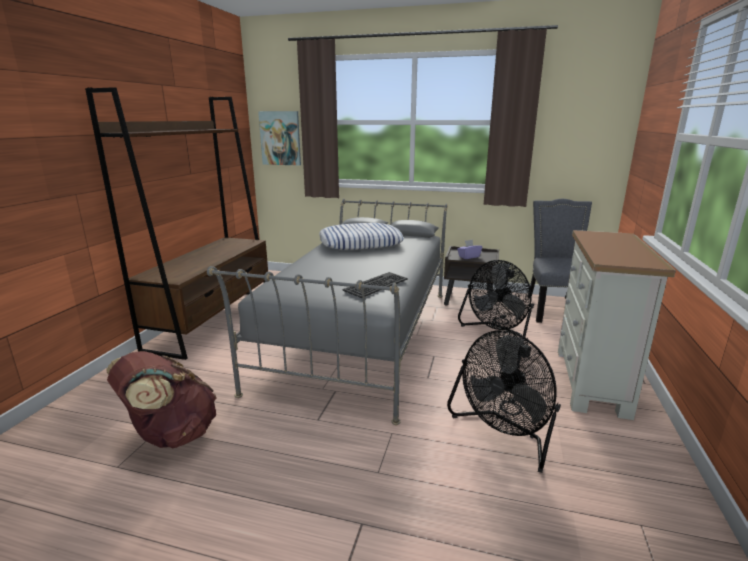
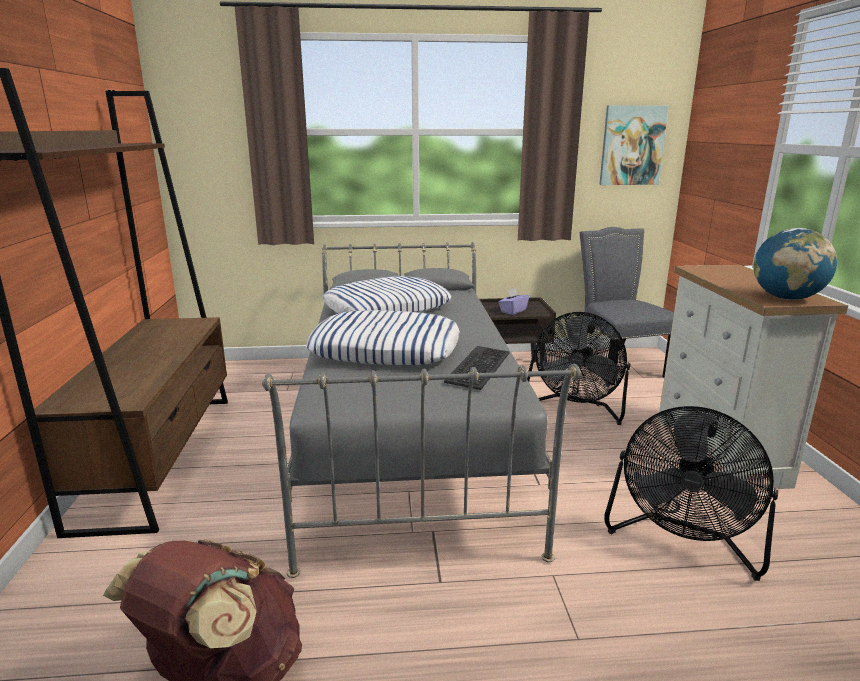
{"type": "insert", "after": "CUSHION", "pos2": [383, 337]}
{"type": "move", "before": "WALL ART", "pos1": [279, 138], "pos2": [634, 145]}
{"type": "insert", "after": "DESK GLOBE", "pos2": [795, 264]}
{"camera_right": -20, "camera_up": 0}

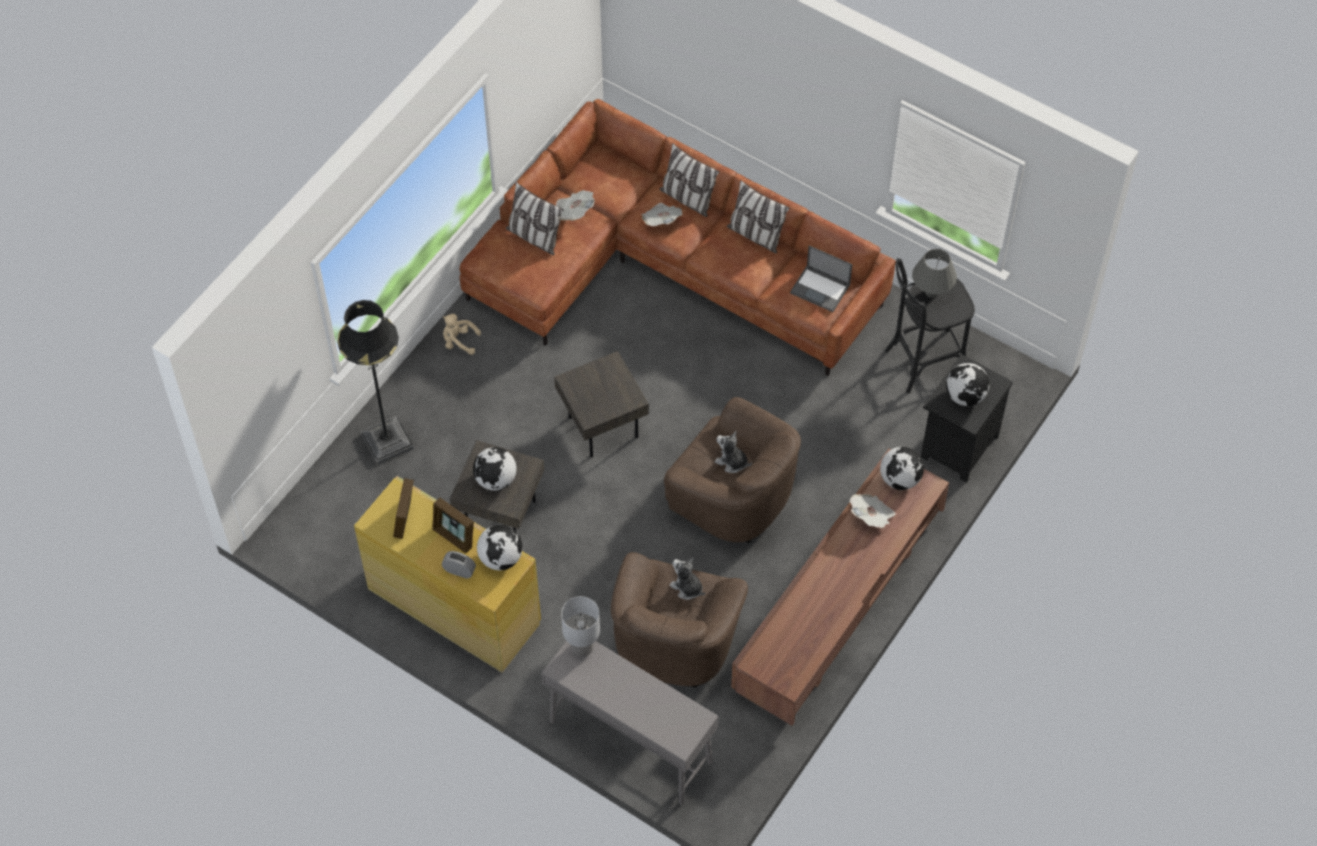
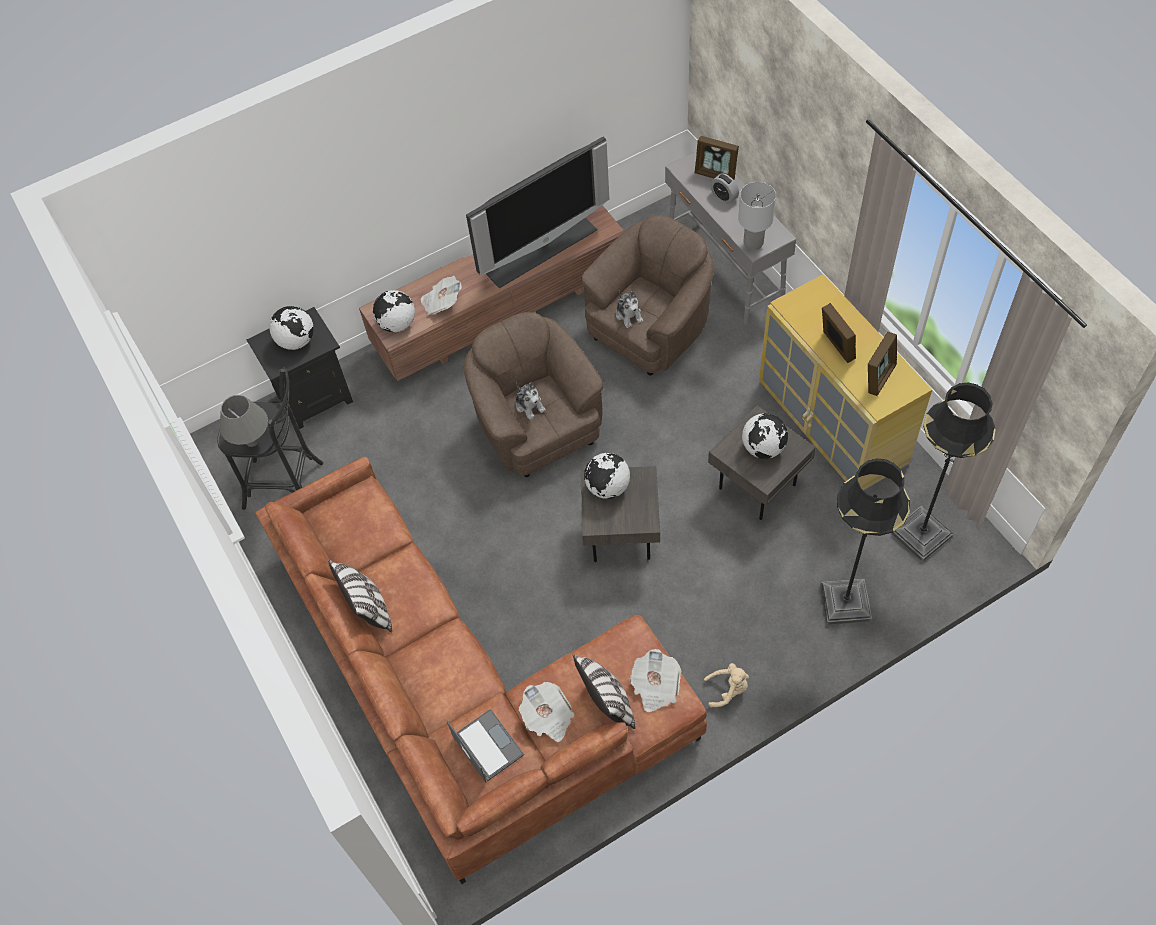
{"type": "move", "before": "PORTABLE COMPUTER", "pos1": [821, 278], "pos2": [485, 746]}
{"type": "insert", "after": "TV SET", "pos2": [537, 212]}
{"type": "move", "before": "DESK GLOBE", "pos1": [500, 548], "pos2": [607, 476]}
{"type": "move", "before": "PRINTED PAPER", "pos1": [661, 214], "pos2": [655, 680]}
{"type": "insert", "after": "PHOTO FRAME", "pos2": [717, 158]}
{"type": "rotate", "before": "SAND-COLOURED PLUSH TOY", "pos1": [462, 334], "pos2": [726, 685], "turn": -45}
{"type": "move", "before": "ALARM CLOCK", "pos1": [459, 565], "pos2": [724, 188]}
{"type": "insert", "after": "BLACK FLOOR LAMP", "pos2": [943, 472]}
{"type": "delete", "before": "CUSHION", "pos1": [689, 180]}
{"camera_right": -150, "camera_up": 0}

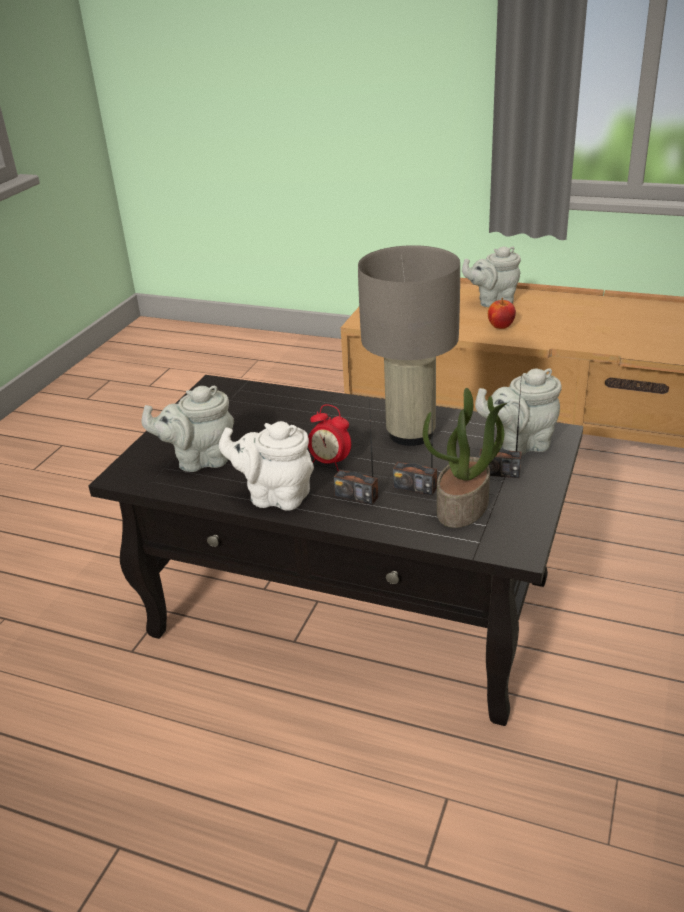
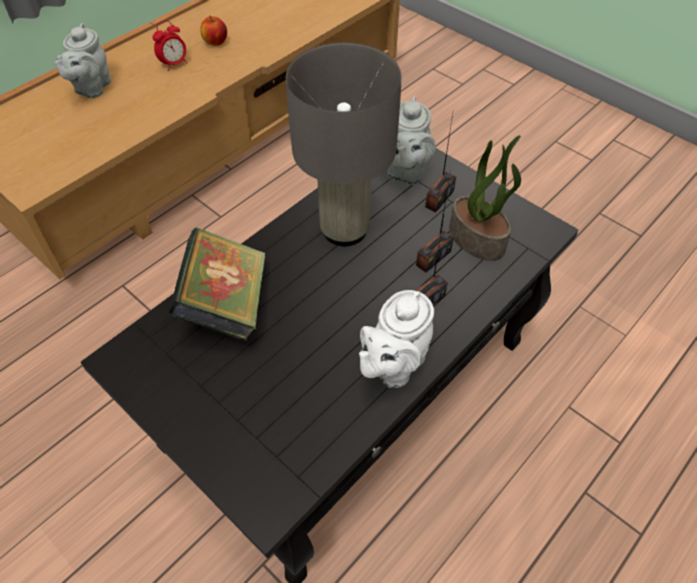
{"type": "move", "before": "ALARM CLOCK", "pos1": [329, 437], "pos2": [169, 45]}
{"type": "insert", "after": "VOLUME", "pos2": [216, 284]}
{"type": "move", "before": "APPLE FRUIT", "pos1": [502, 313], "pos2": [213, 31]}
{"type": "delete", "before": "GRAY TEAPOT", "pos1": [188, 429]}
{"camera_right": -70, "camera_up": 20}

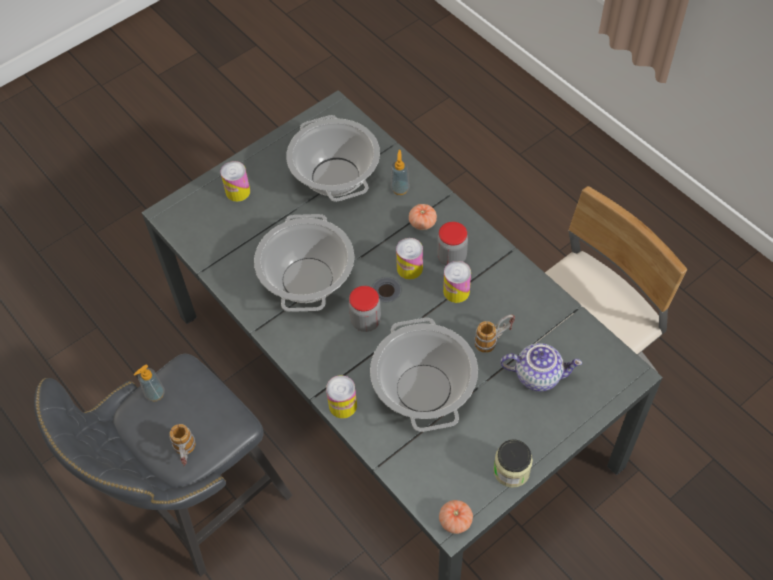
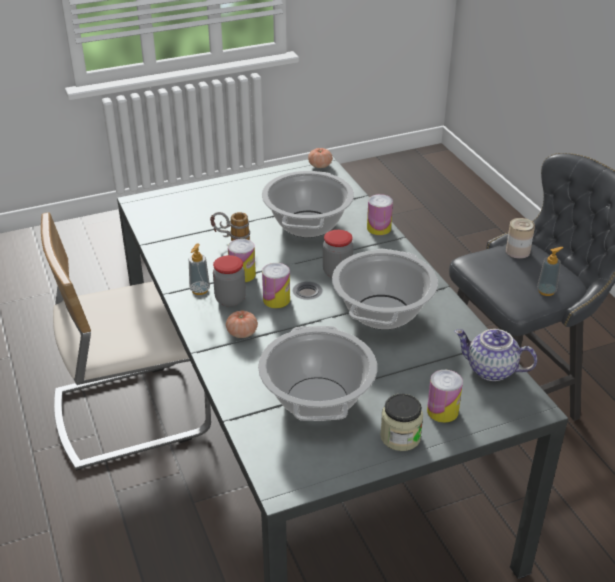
{"type": "move", "before": "LIQUID SOAP BOTTLE", "pos1": [400, 172], "pos2": [199, 269]}
{"type": "move", "before": "PRESERVE JAR", "pos1": [513, 463], "pos2": [401, 422]}
{"type": "move", "before": "TEAPOT", "pos1": [541, 367], "pos2": [495, 355]}
{"type": "replace", "before": "COFFEE MUG", "after": "CAN", "pos1": [182, 445], "pos2": [520, 238]}
{"camera_right": -165, "camera_up": -20}

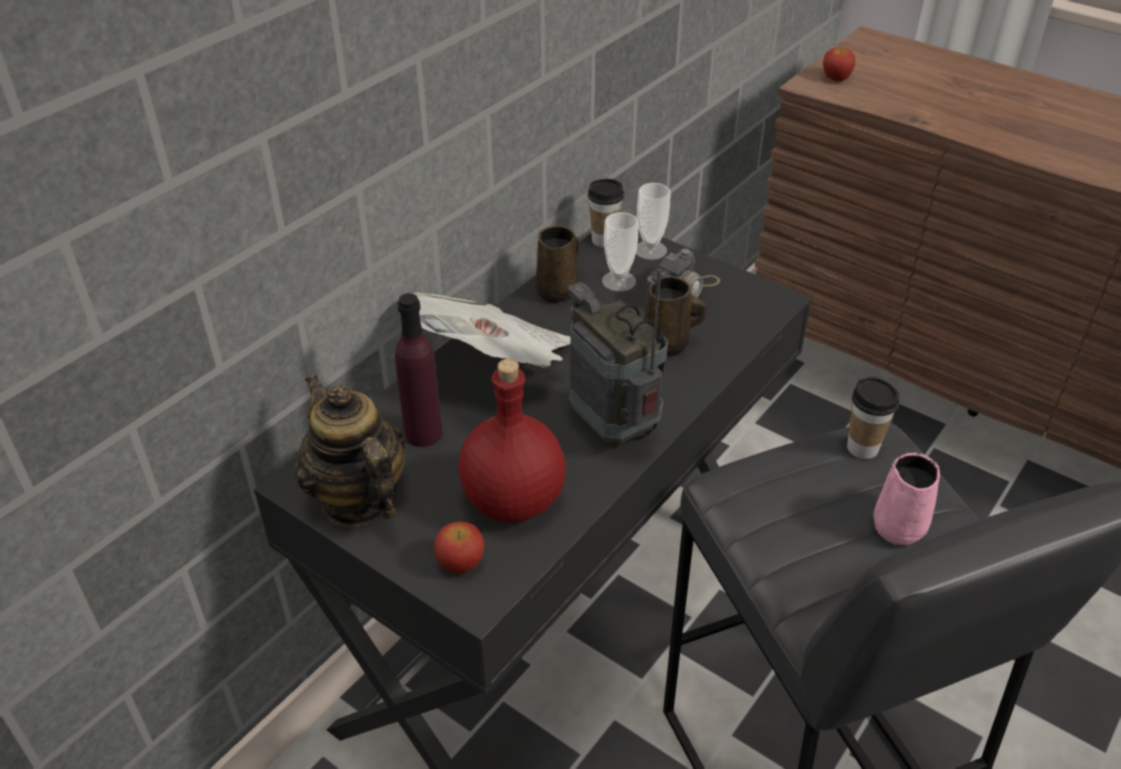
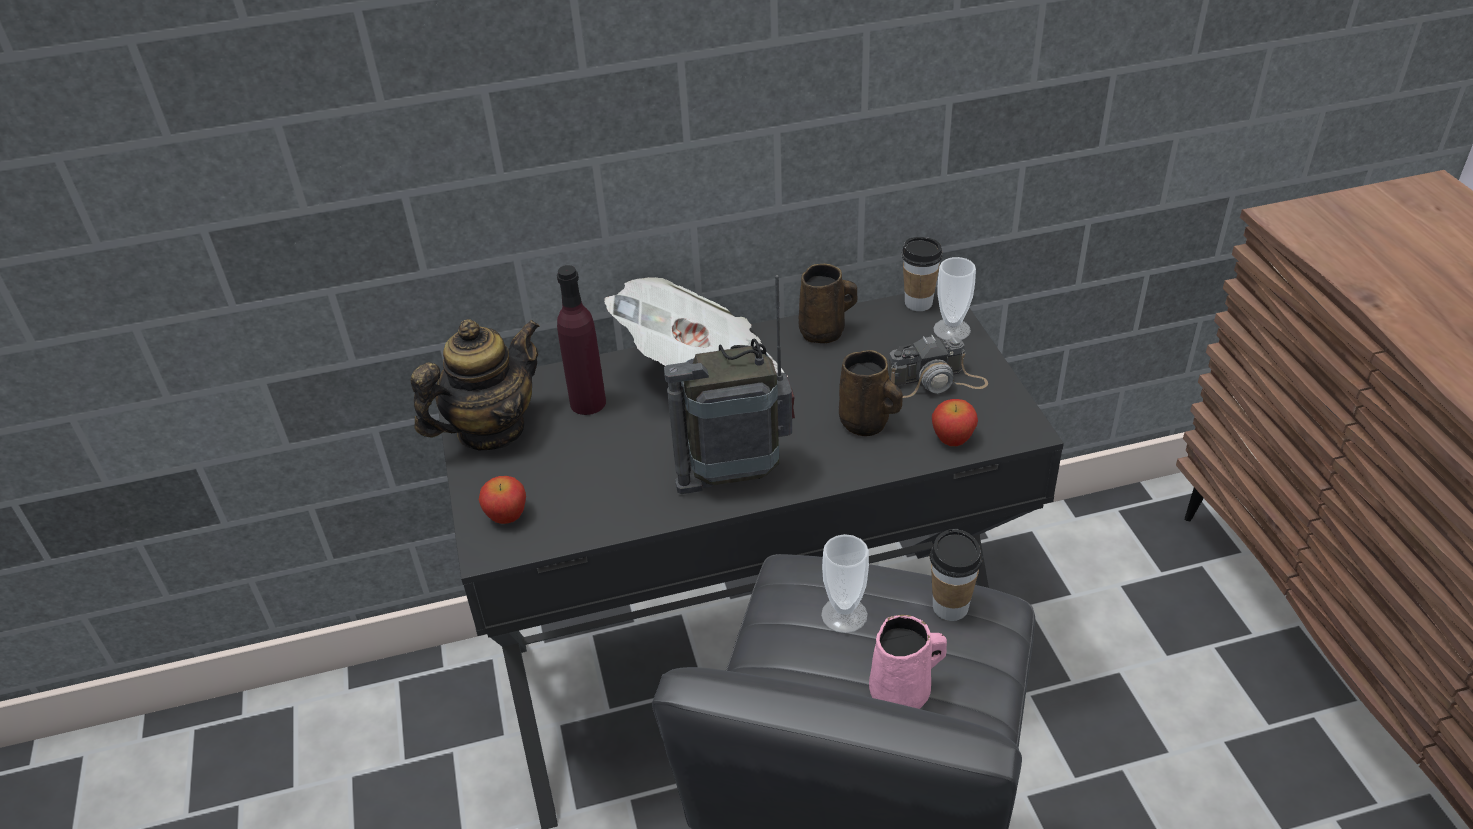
{"type": "rotate", "before": "TEAPOT", "pos1": [350, 450], "pos2": [475, 384], "turn": 45}
{"type": "rotate", "before": "RADIO SET", "pos1": [617, 357], "pos2": [729, 384], "turn": -105}
{"type": "move", "before": "DRINKING CUP", "pos1": [620, 252], "pos2": [845, 583]}
{"type": "move", "before": "APPLE FRUIT", "pos1": [839, 64], "pos2": [955, 422]}
{"type": "delete", "before": "RED BOTTLE", "pos1": [512, 441]}
{"camera_right": 40, "camera_up": 0}

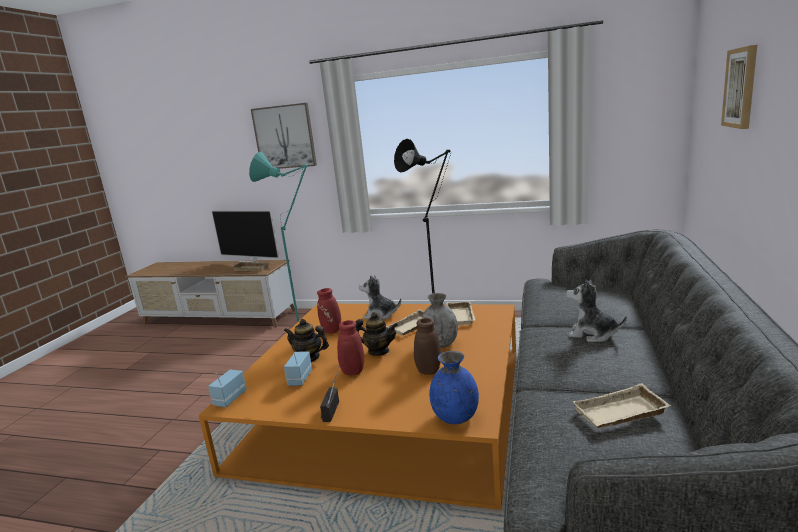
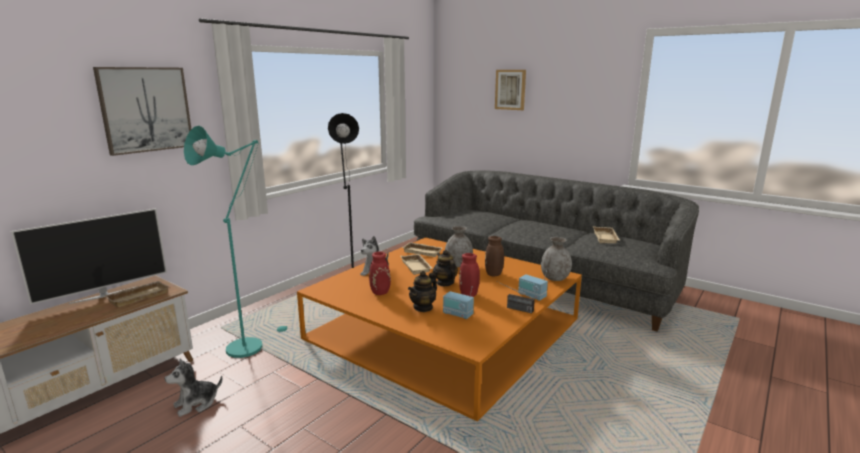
{"type": "move", "before": "PLUSH TOY", "pos1": [596, 310], "pos2": [193, 388]}
{"type": "rotate", "before": "TEAPOT", "pos1": [376, 334], "pos2": [445, 268], "turn": -60}
{"type": "move", "before": "RADIO SET", "pos1": [227, 388], "pos2": [533, 285]}
{"type": "recolor", "before": "BLUISH VASE", "after": "GRAY VASE", "pos1": [454, 387], "pos2": [556, 259]}
{"camera_right": -70, "camera_up": 0}

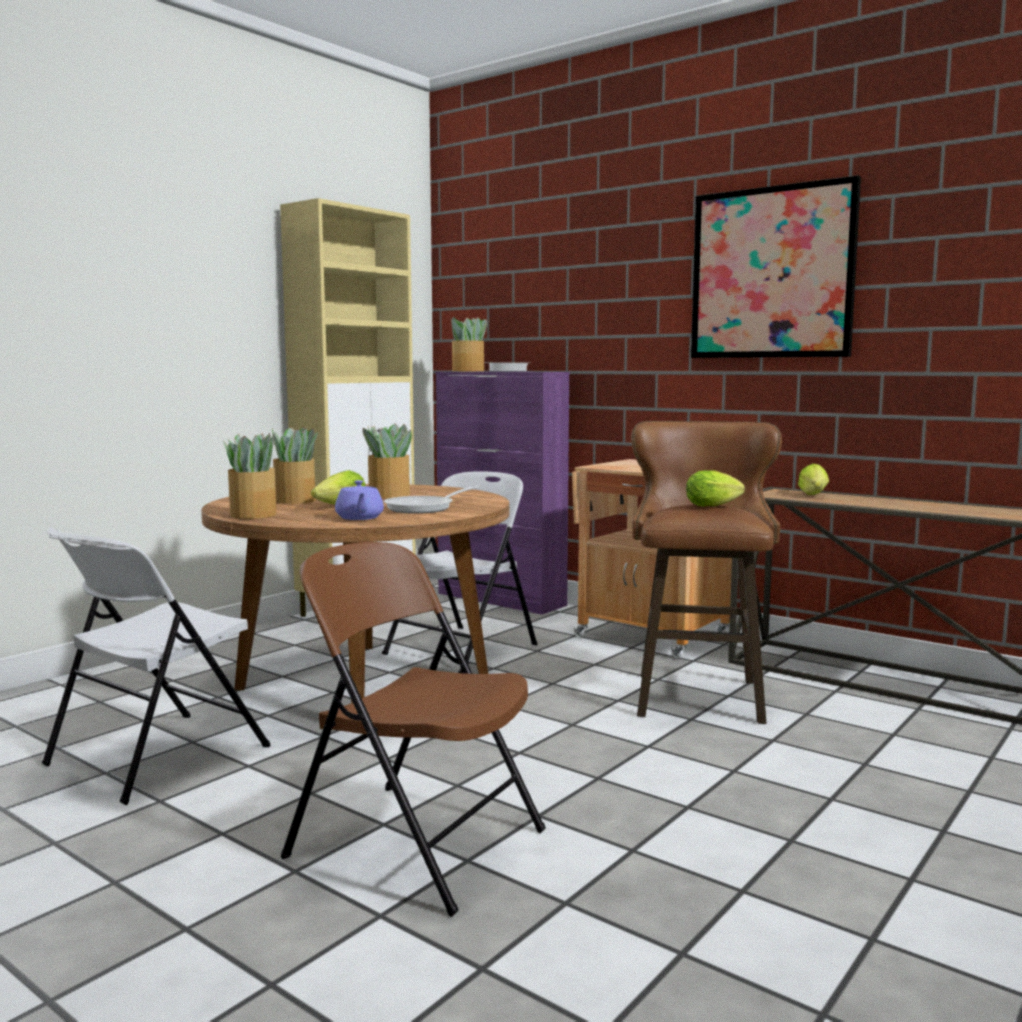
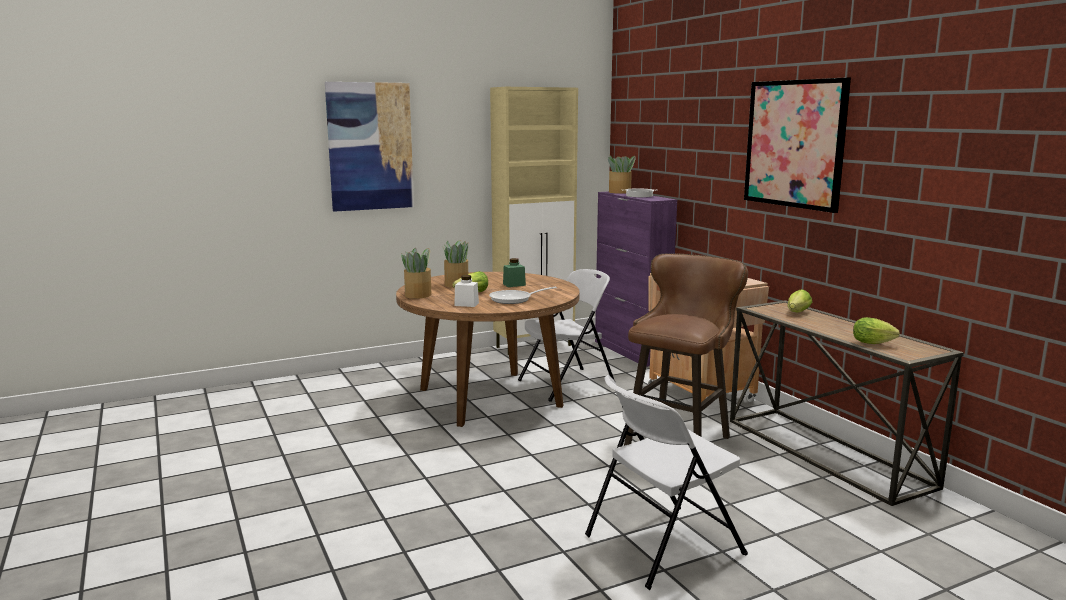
{"type": "insert", "after": "WALL ART", "pos2": [369, 147]}
{"type": "replace", "before": "PURPLISH TEAPOT", "after": "WHITE-COLOURED PRESERVE JAR", "pos1": [359, 500], "pos2": [466, 291]}
{"type": "replace", "before": "PLANT IN A POT", "after": "GREENISH PRESERVE JAR", "pos1": [387, 460], "pos2": [514, 272]}
{"type": "move", "before": "WHITE-COLOURED CHAIR", "pos1": [156, 666], "pos2": [666, 482]}
{"type": "move", "before": "LETTUCE HEAD", "pos1": [715, 488], "pos2": [876, 330]}
{"type": "delete", "before": "BROWN CHAIR", "pos1": [413, 729]}
{"camera_right": 25, "camera_up": 5}

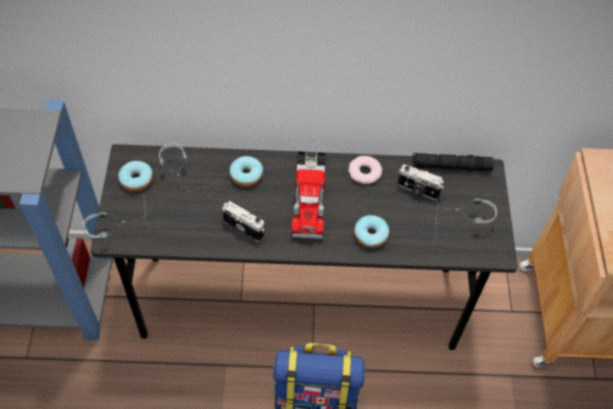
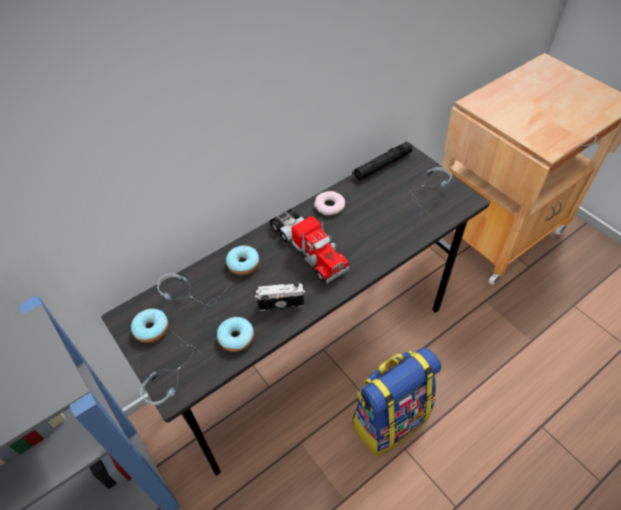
{"type": "move", "before": "DOUGHNUT", "pos1": [371, 231], "pos2": [235, 334]}
{"type": "delete", "before": "PHOTO CAMERA", "pos1": [421, 182]}
{"camera_right": -35, "camera_up": -5}

